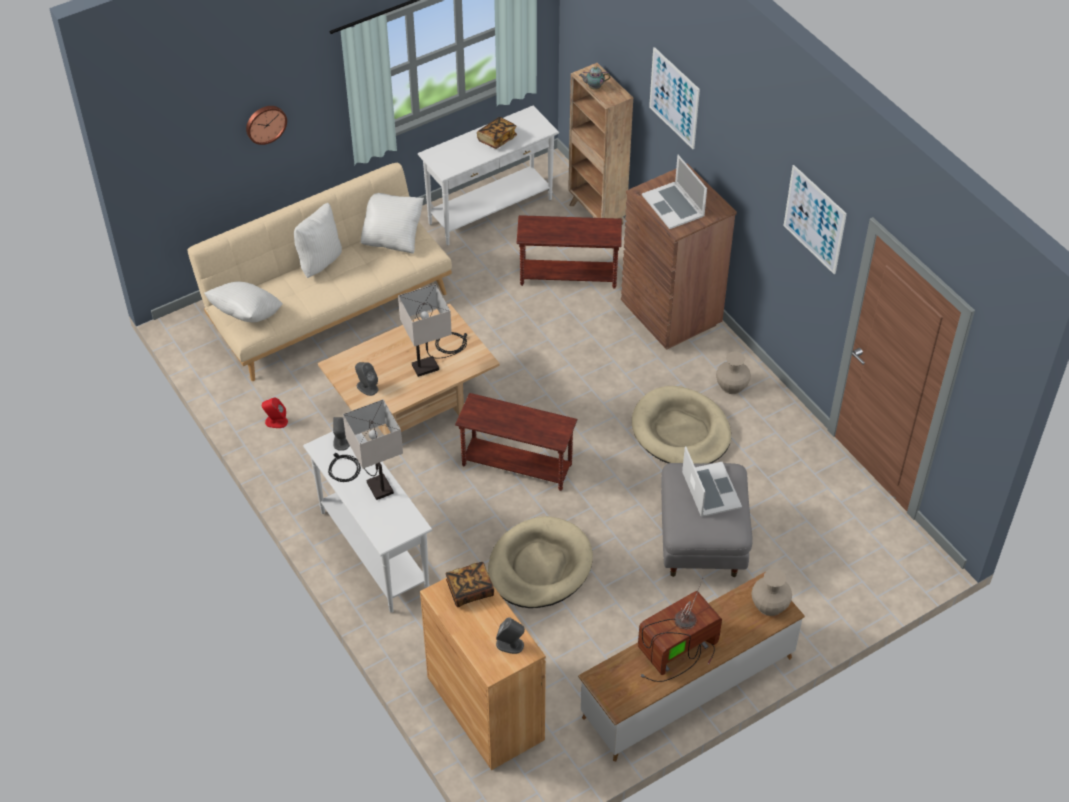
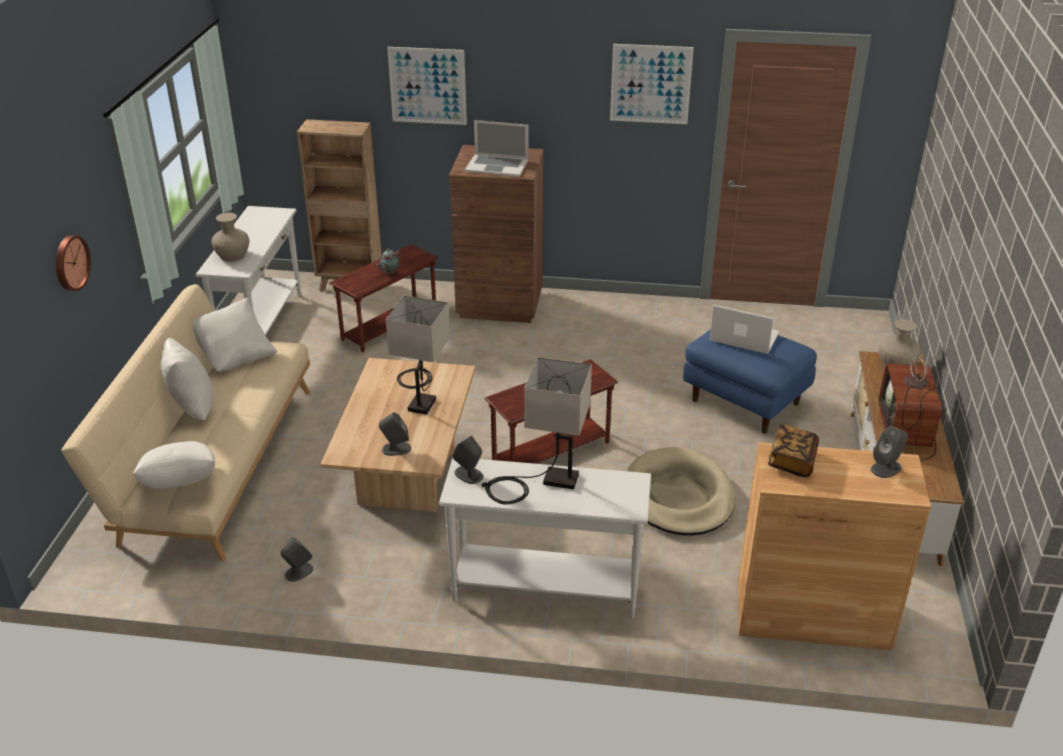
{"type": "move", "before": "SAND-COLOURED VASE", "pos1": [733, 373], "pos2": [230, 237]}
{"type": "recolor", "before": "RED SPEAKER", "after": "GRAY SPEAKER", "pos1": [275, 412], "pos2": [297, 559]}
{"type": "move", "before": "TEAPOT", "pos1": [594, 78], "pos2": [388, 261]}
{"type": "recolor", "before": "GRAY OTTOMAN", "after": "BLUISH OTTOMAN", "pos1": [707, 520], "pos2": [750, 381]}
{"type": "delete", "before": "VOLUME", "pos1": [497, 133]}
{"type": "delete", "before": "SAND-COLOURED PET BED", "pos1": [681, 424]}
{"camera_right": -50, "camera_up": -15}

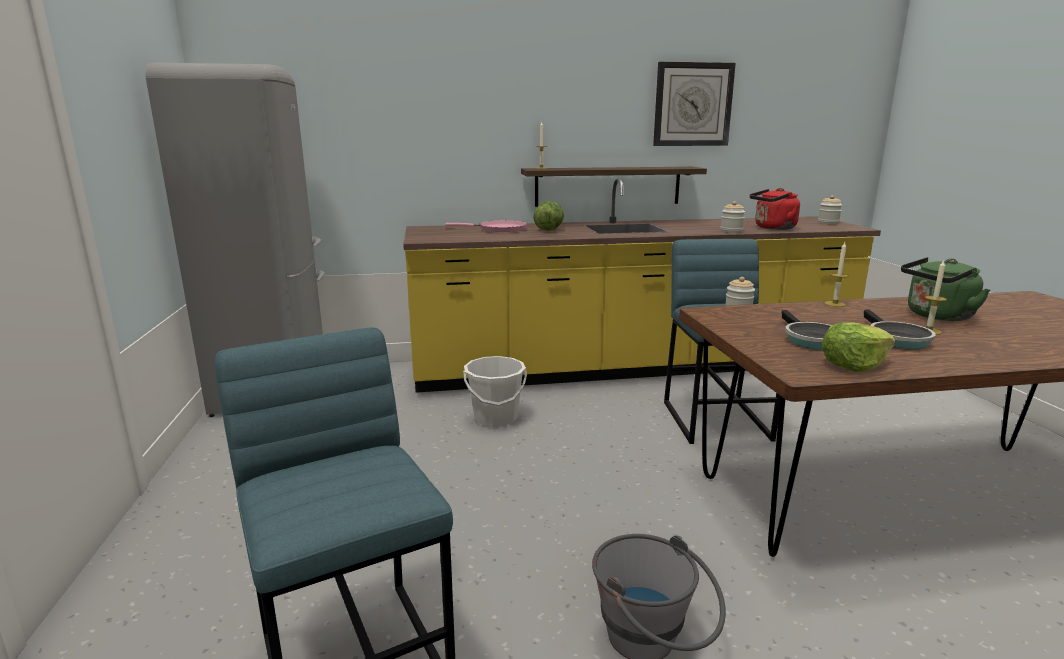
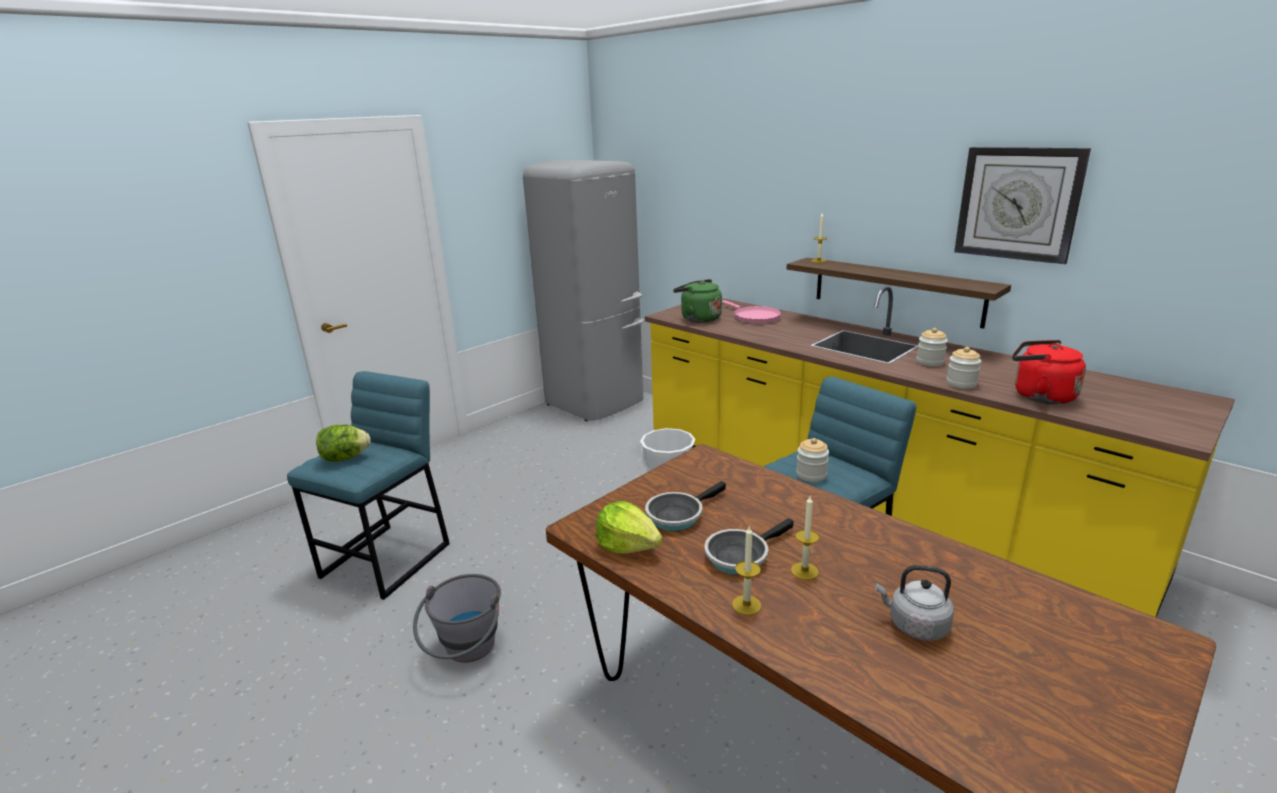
{"type": "move", "before": "LETTUCE HEAD", "pos1": [548, 216], "pos2": [343, 443]}
{"type": "move", "before": "GREENISH KETTLE", "pos1": [945, 289], "pos2": [697, 301]}
{"type": "move", "before": "WAX CANDLE", "pos1": [836, 274], "pos2": [746, 570]}
{"type": "insert", "after": "GRAY KETTLE", "pos2": [914, 603]}
{"type": "move", "before": "PRESERVE JAR", "pos1": [830, 209], "pos2": [932, 347]}
{"camera_right": 55, "camera_up": 5}

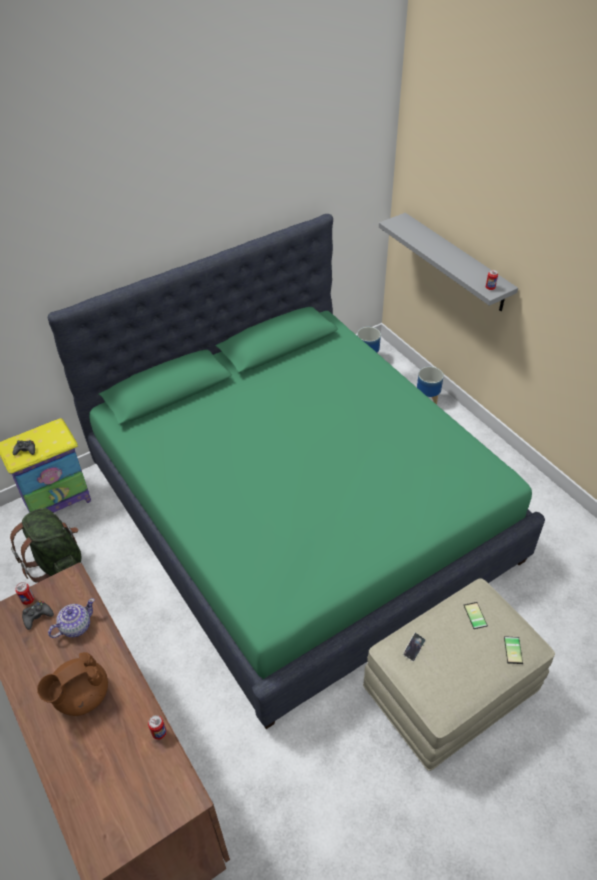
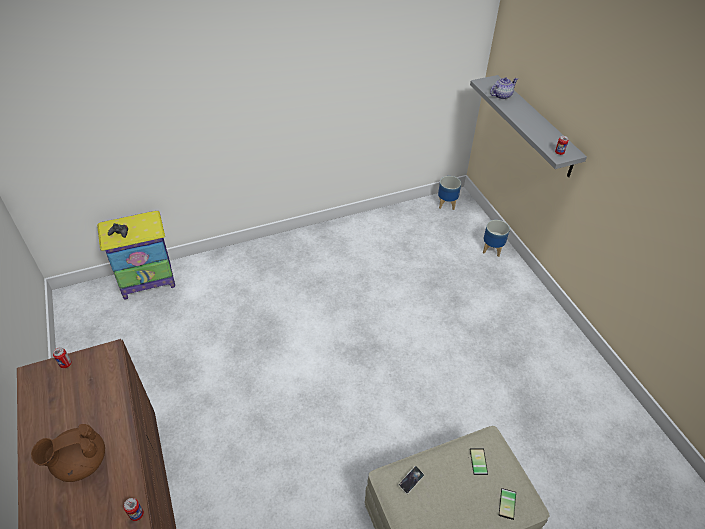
{"type": "move", "before": "TEAPOT", "pos1": [71, 618], "pos2": [504, 88]}
{"type": "delete", "before": "GREENISH RUCKSACK", "pos1": [46, 545]}
{"type": "delete", "before": "BLACK JOYPAD", "pos1": [38, 615]}
{"type": "delete", "before": "GREENISH BED", "pos1": [296, 471]}
{"camera_right": 10, "camera_up": 0}

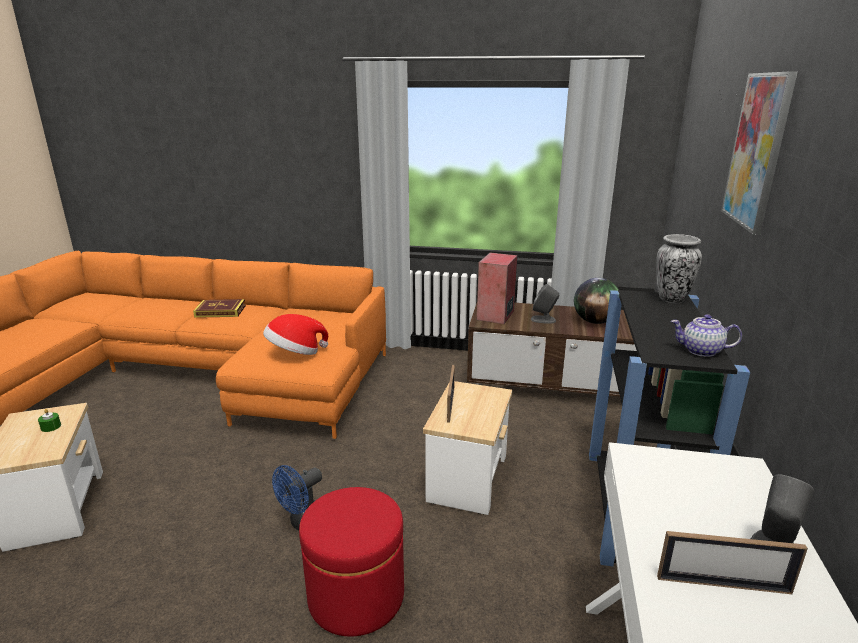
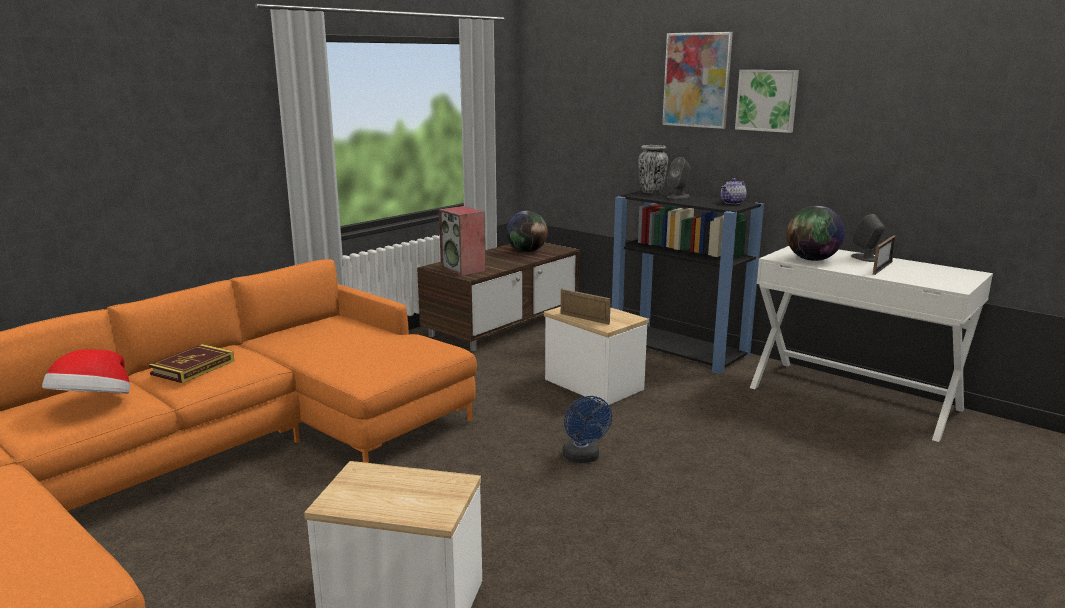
{"type": "move", "before": "CLOTHING HAT", "pos1": [295, 334], "pos2": [86, 371]}
{"type": "move", "before": "GRAY SPEAKER", "pos1": [545, 304], "pos2": [678, 178]}
{"type": "insert", "after": "WALL ART", "pos2": [767, 101]}
{"type": "insert", "after": "DESK GLOBE", "pos2": [815, 233]}
{"type": "delete", "before": "GREENISH WAX CANDLE", "pos1": [49, 420]}
{"type": "delete", "before": "RED OTTOMAN", "pos1": [351, 561]}
{"camera_right": -60, "camera_up": -5}

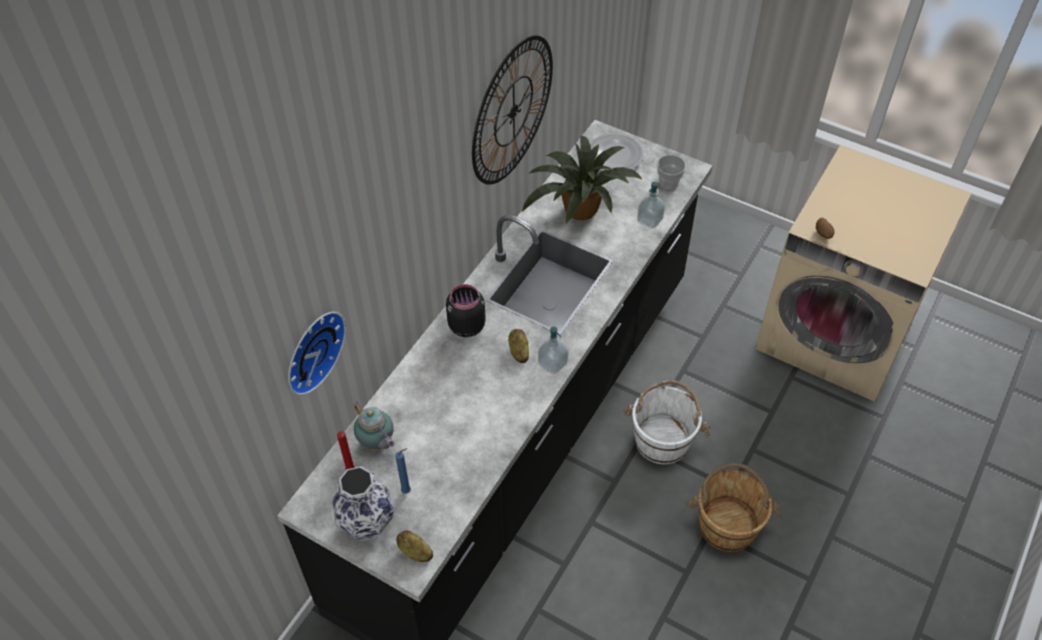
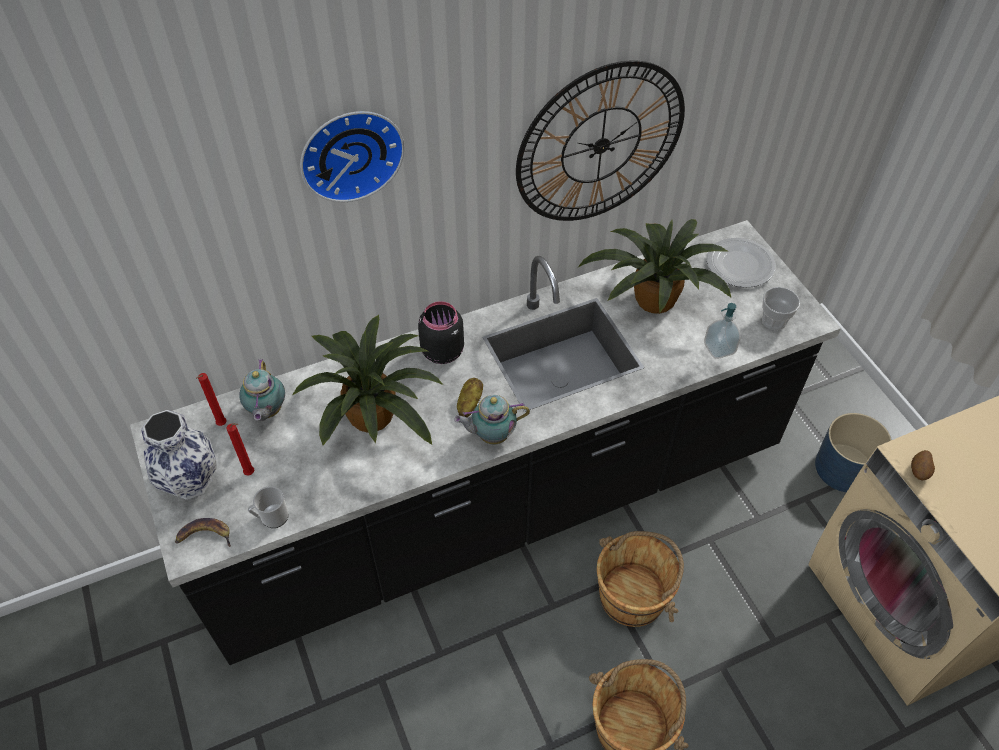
{"type": "replace", "before": "POTATO", "after": "WHOLE BANANA", "pos1": [414, 546], "pos2": [203, 532]}
{"type": "recolor", "before": "BLUISH WAX CANDLE", "after": "RED WAX CANDLE", "pos1": [403, 471], "pos2": [240, 449]}
{"type": "insert", "after": "COFFEE MUG", "pos2": [268, 507]}
{"type": "insert", "after": "PLANT IN A POT", "pos2": [367, 380]}
{"type": "move", "before": "WALL CLOCK", "pos1": [317, 353], "pos2": [352, 156]}
{"type": "replace", "before": "LIQUID SOAP BOTTLE", "after": "TEAPOT", "pos1": [553, 350], "pos2": [492, 420]}
{"type": "recolor", "before": "WHITE-COLOURED BUCKET", "after": "BROWN BUCKET", "pos1": [666, 422], "pos2": [640, 579]}
{"type": "insert", "after": "BLUISH PLANT POT", "pos2": [853, 452]}
{"camera_right": 35, "camera_up": 0}

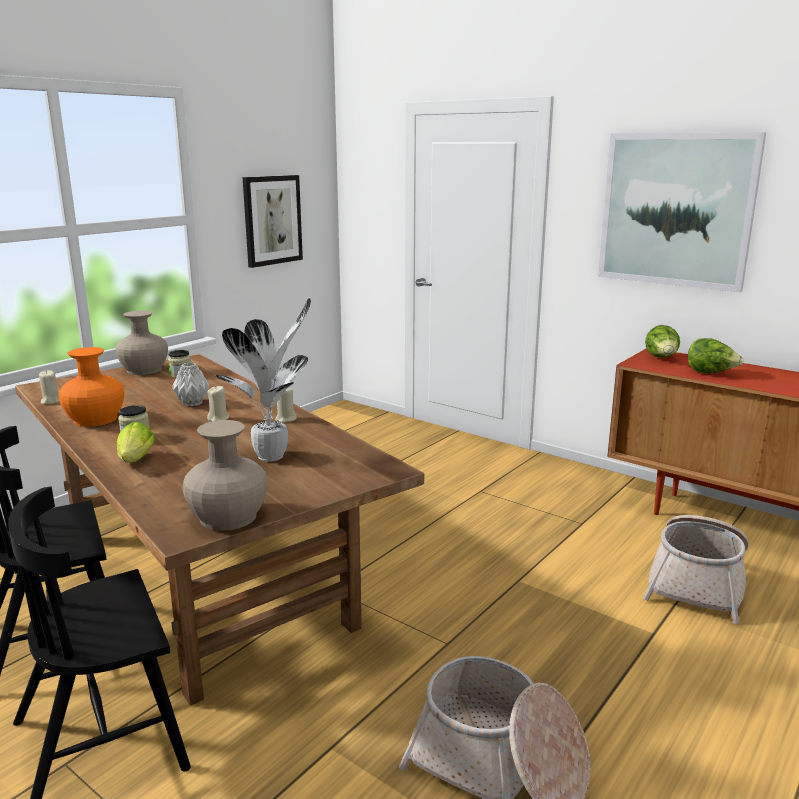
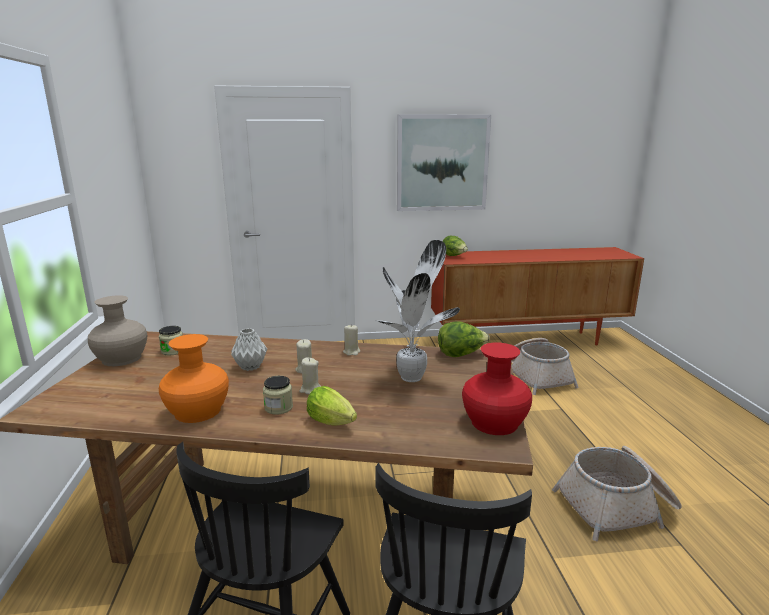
{"type": "move", "before": "SAND-COLOURED WAX CANDLE", "pos1": [49, 387], "pos2": [310, 375]}
{"type": "move", "before": "LETTUCE HEAD", "pos1": [716, 355], "pos2": [464, 339]}
{"type": "recolor", "before": "SAND-COLOURED VASE", "after": "RED VASE", "pos1": [225, 475], "pos2": [497, 388]}
{"type": "delete", "before": "WALL ART", "pos1": [273, 221]}
{"camera_right": -45, "camera_up": 0}

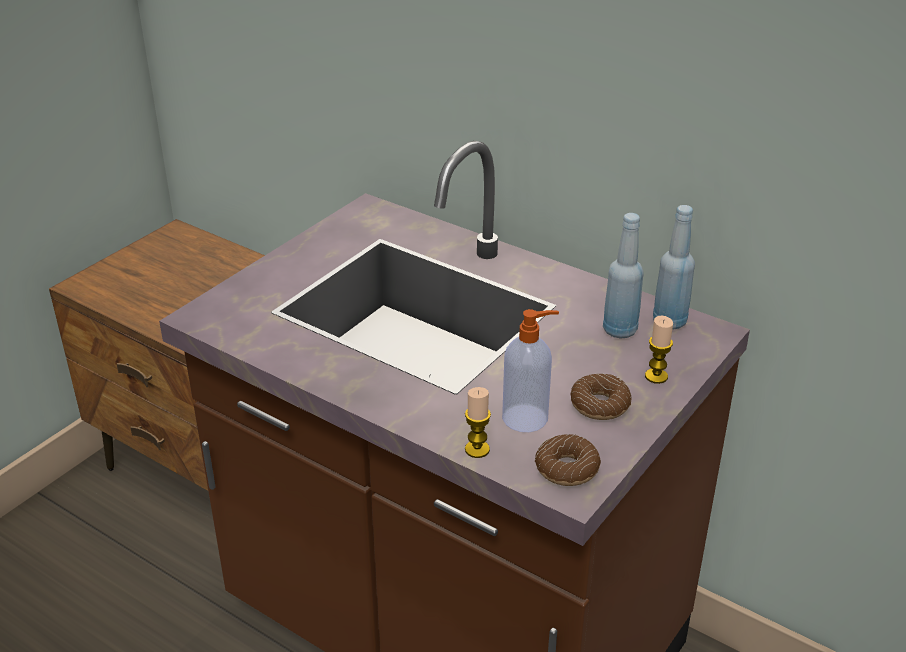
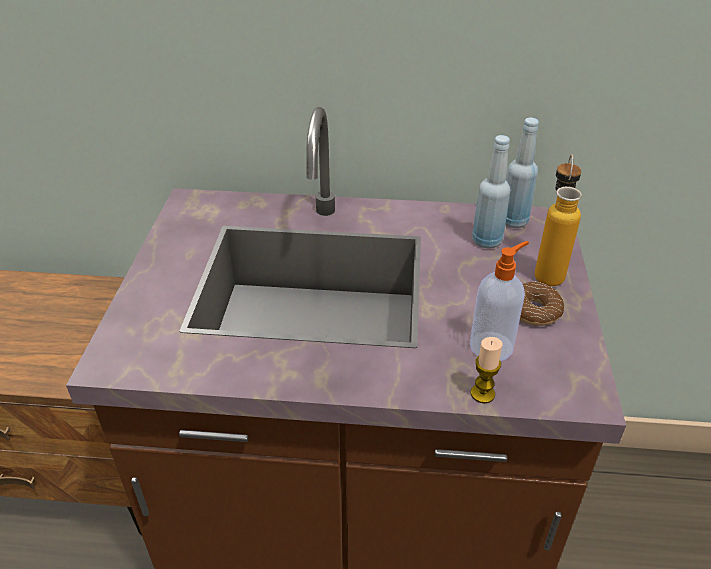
{"type": "replace", "before": "WAX CANDLE", "after": "BOTTLE", "pos1": [659, 349], "pos2": [558, 220]}
{"type": "delete", "before": "DOUGHNUT", "pos1": [568, 460]}
{"camera_right": -30, "camera_up": 5}

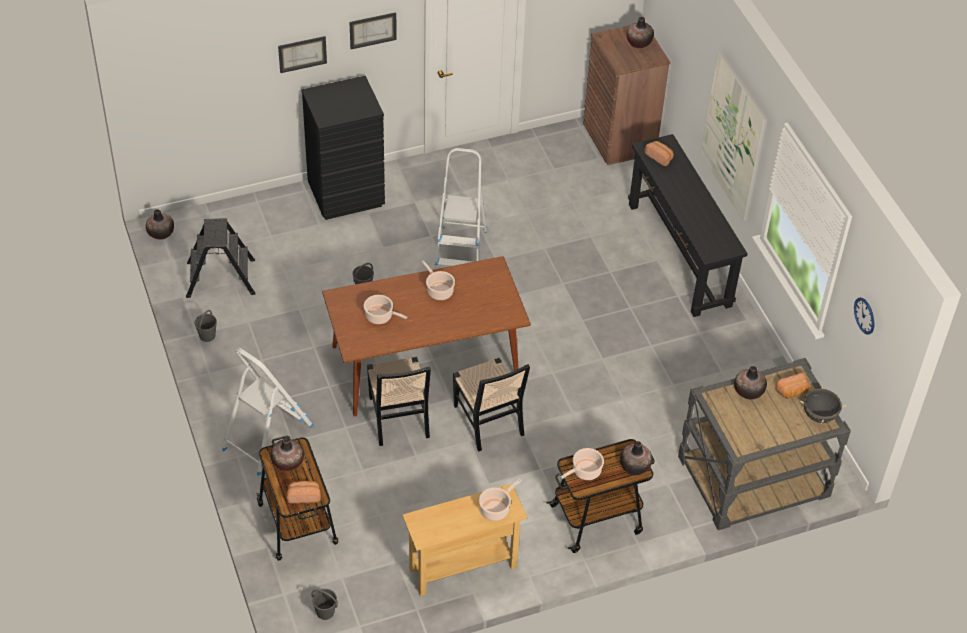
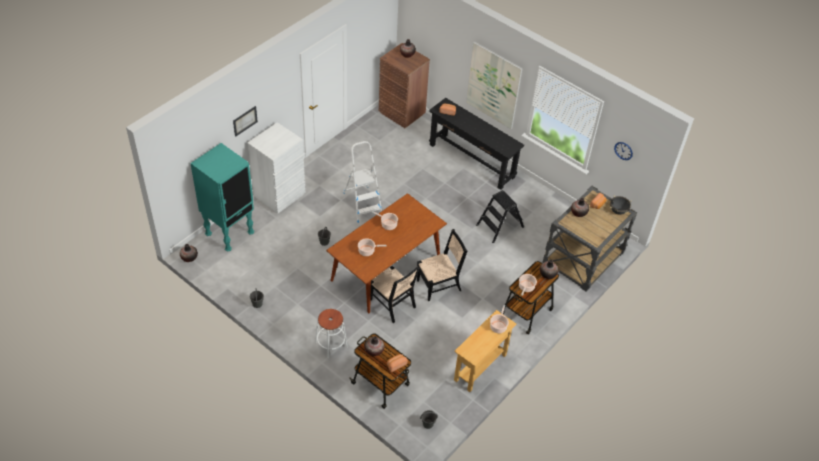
{"type": "insert", "after": "BLUE-GREEN CABINET", "pos2": [222, 197]}
{"type": "recolor", "before": "BLACK CHEST OF DRAWERS", "after": "WHITE-COLOURED CHEST OF DRAWERS", "pos1": [343, 148], "pos2": [276, 168]}
{"type": "replace", "before": "WHITE-COLOURED STEP STOOL", "after": "WHITE-COLOURED STOOL SEAT", "pos1": [267, 411], "pos2": [331, 333]}
{"type": "rotate", "before": "CHAIR", "pos1": [491, 405], "pos2": [442, 265], "turn": -60}
{"type": "move", "before": "BLACK STEP STOOL", "pos1": [221, 258], "pos2": [500, 216]}
{"type": "delete", "before": "WALL ART", "pos1": [373, 30]}
{"camera_right": -30, "camera_up": 0}

